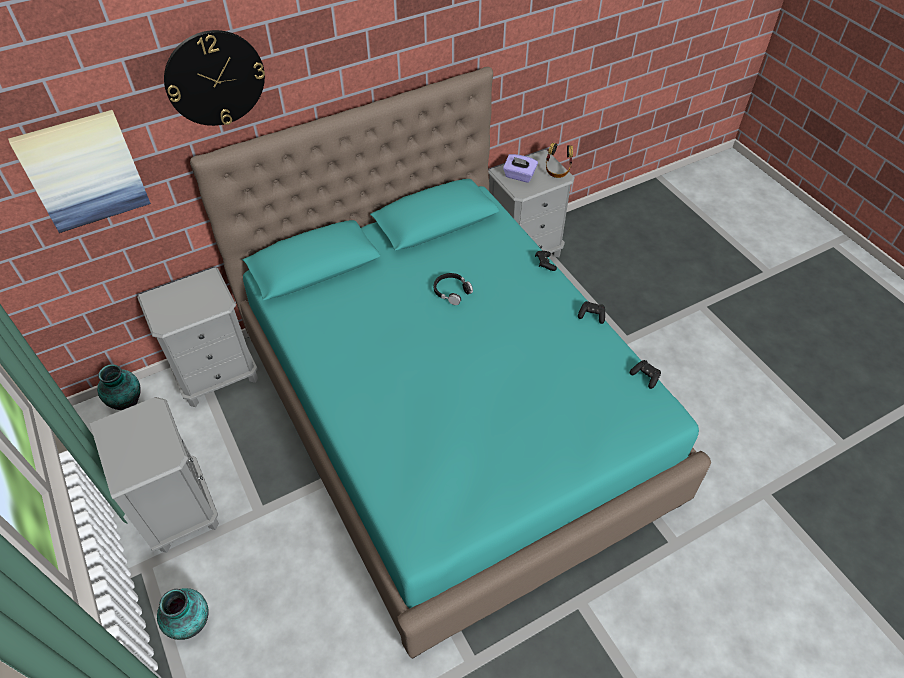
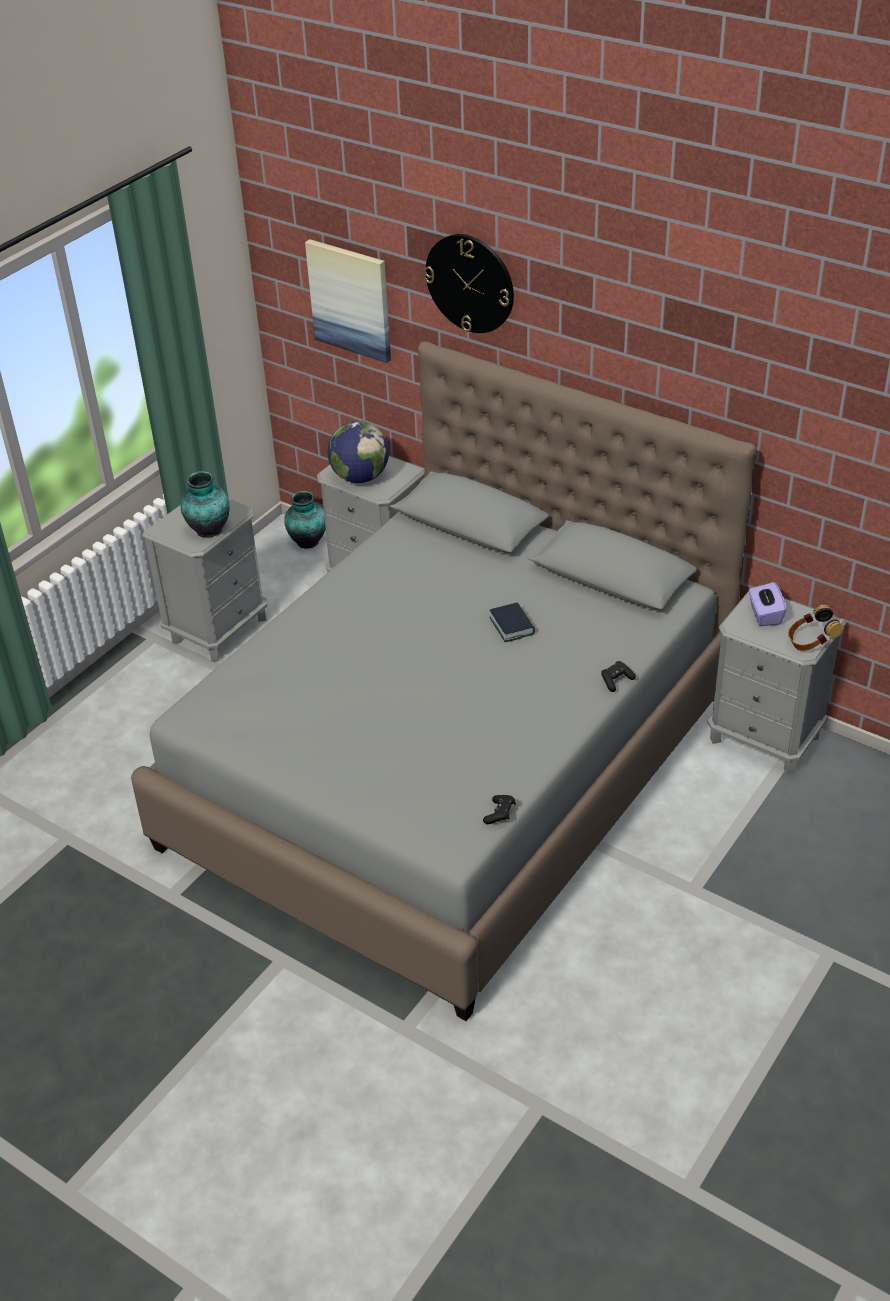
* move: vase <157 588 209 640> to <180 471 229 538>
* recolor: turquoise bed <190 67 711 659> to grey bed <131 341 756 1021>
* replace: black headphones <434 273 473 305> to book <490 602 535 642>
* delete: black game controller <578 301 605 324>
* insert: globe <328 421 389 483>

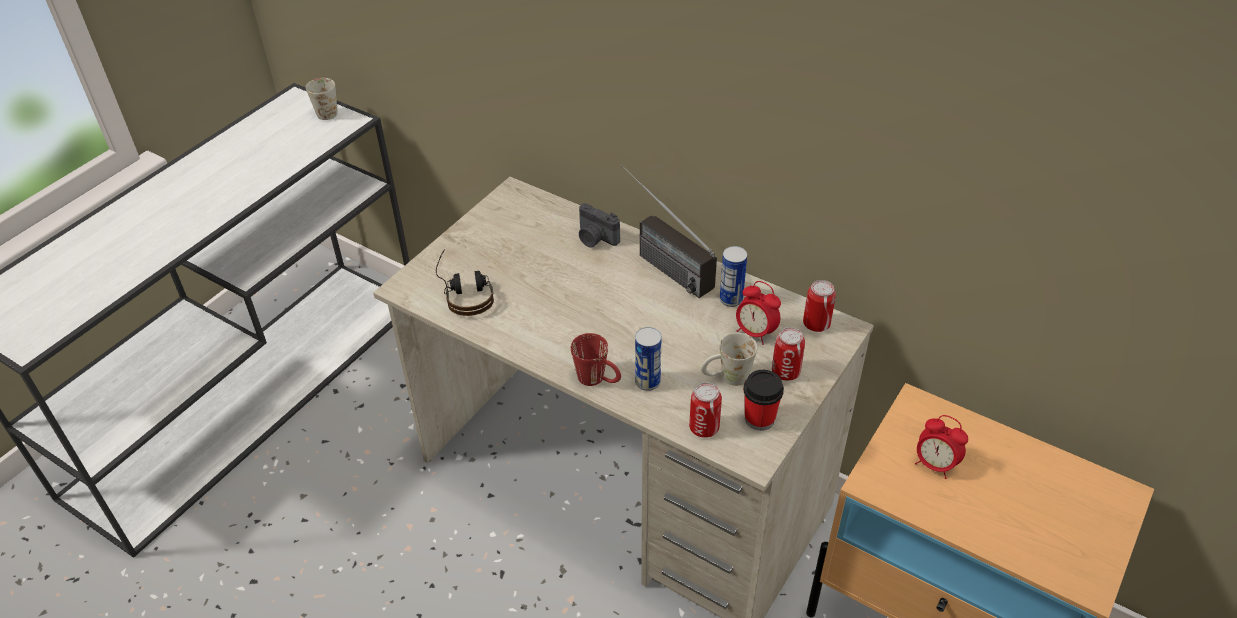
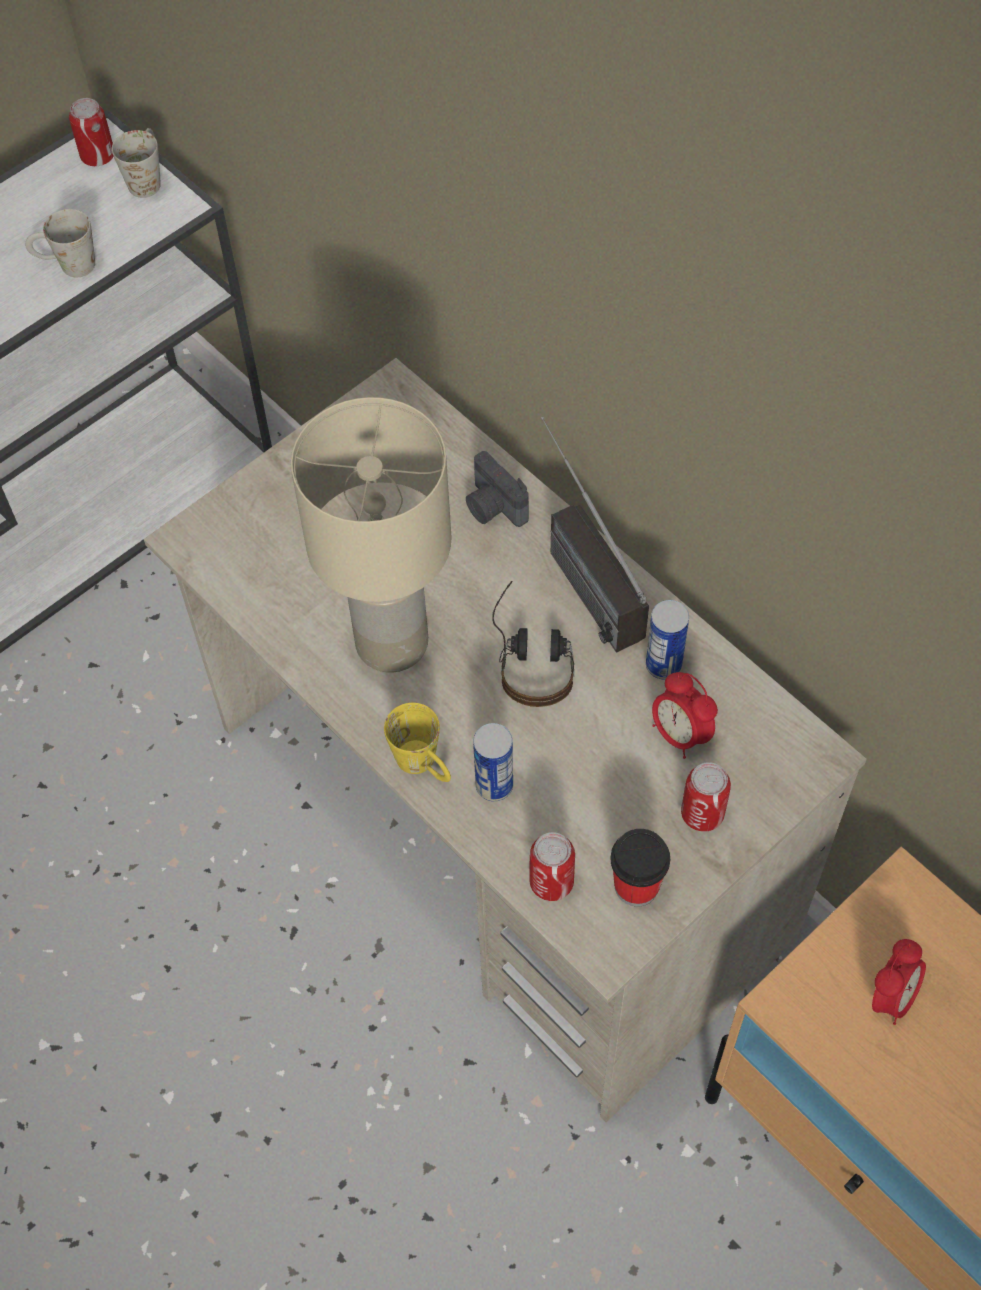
* move: headphones <436 249 494 316> to <492 581 574 707>
* recolor: red mug <571 333 621 386> to yellow mug <384 703 451 782>
* move: white mug <701 333 757 386> to <25 209 95 277>
* move: can <803 280 836 332> to <69 98 114 166>
* rotate: alarm clock <915 415 968 479> = <872 939 926 1025> 105 degrees counterclockwise
* insert: beige table lamp <291 397 451 673>

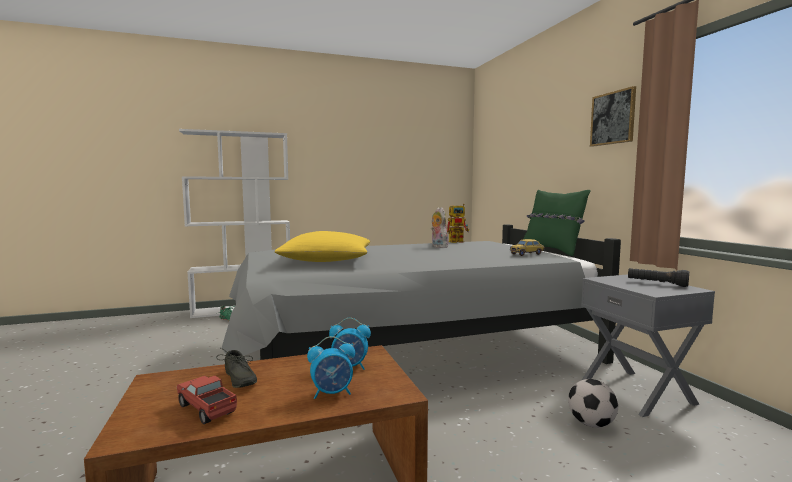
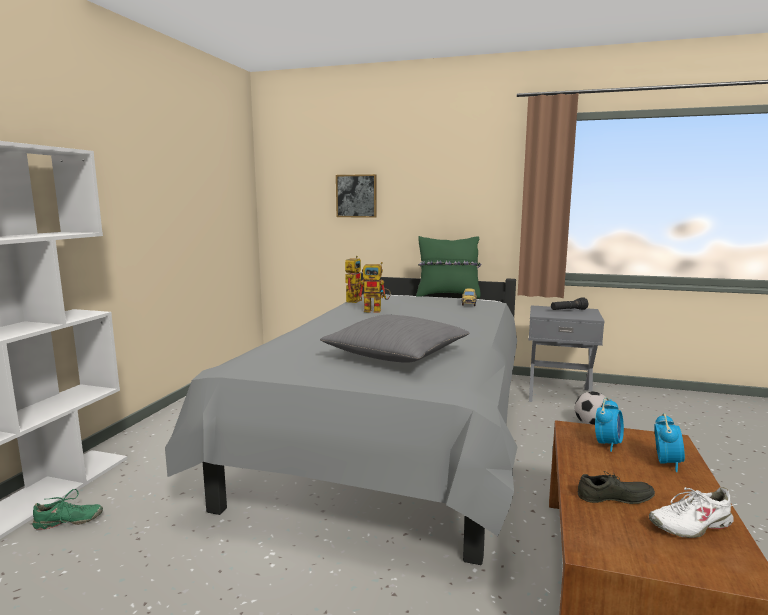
* replace: toy truck <177 376 237 424> to white shoe <649 487 737 538>
* recolor: yellow pillow <275 231 370 262> to grey pillow <320 315 470 363>
* replace: plush toy <431 207 448 248> to toy robot <358 262 391 313>
* move: picture <590 86 636 147> to <336 174 377 218>

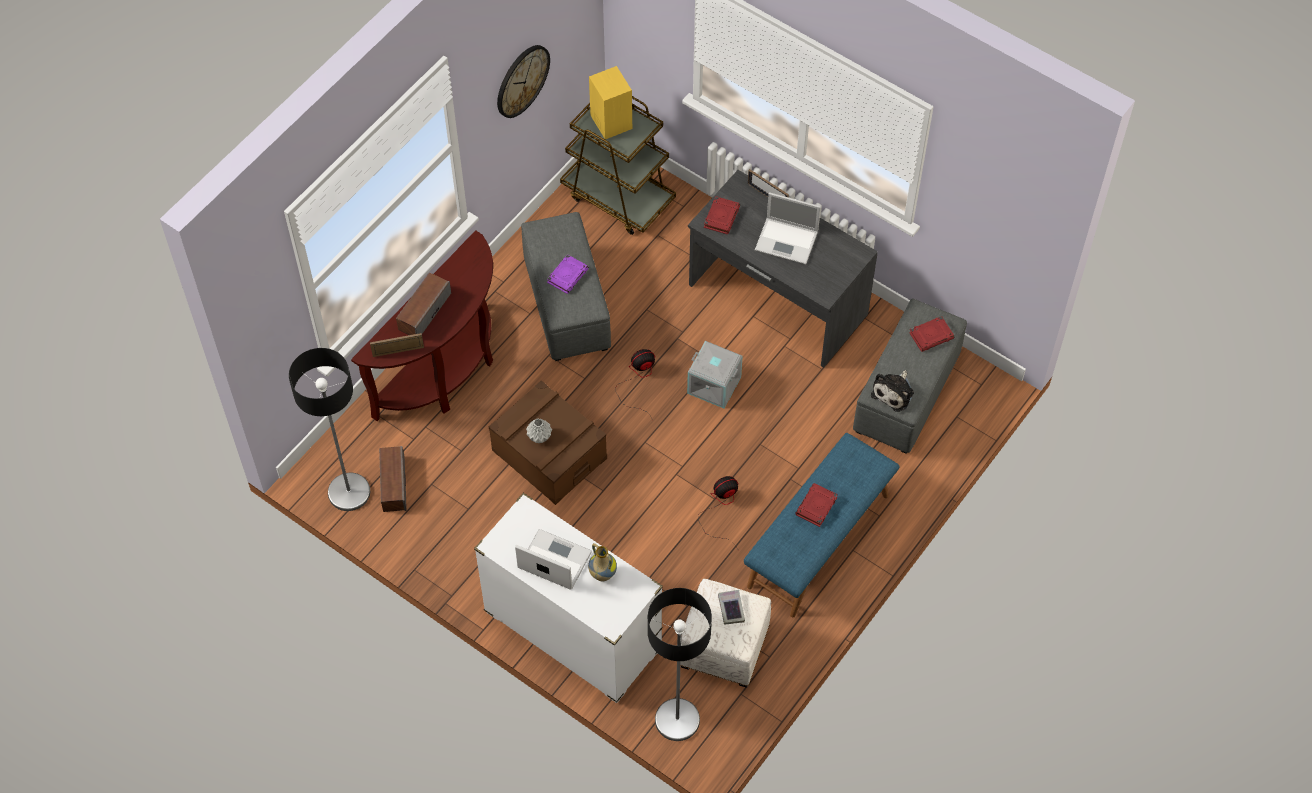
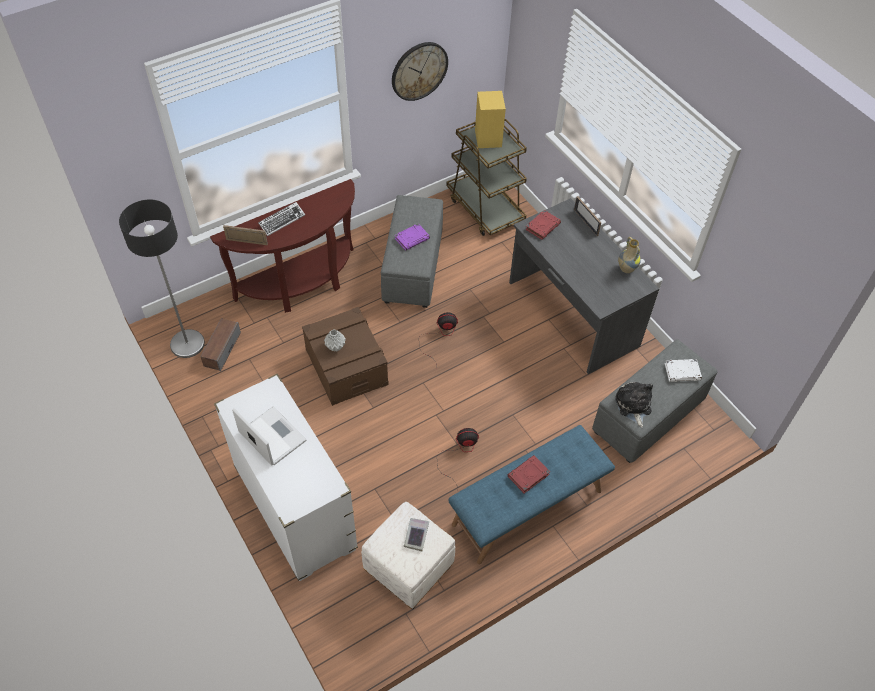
* replace: speaker <396 272 451 335> to keyboard <258 202 305 236>
* move: vase <588 543 617 581> to <618 237 641 273>
* delete: floor lamp <648 588 712 741>
* delete: grey storage box <687 341 743 408>
* delete: laptop <755 192 821 264>
* rotate: plush toy <871 370 914 412> = <615 382 653 428> 120 degrees clockwise
* recolor: red book <909 316 954 352> to white book <665 359 702 382>

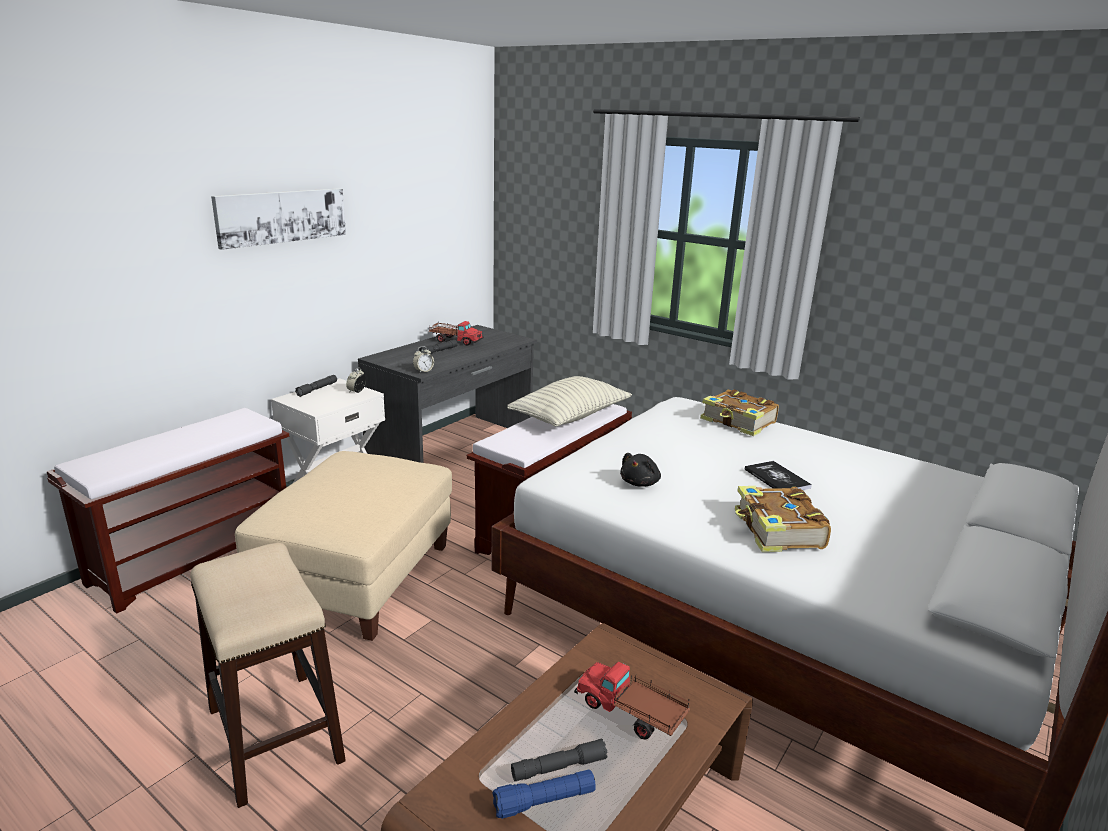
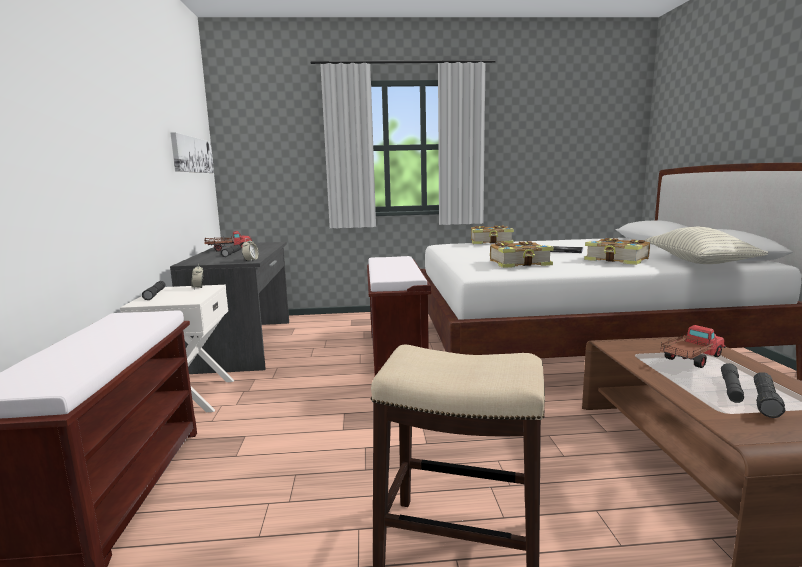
* move: picture <211 188 346 250> to <170 133 214 173>
* delete: beige ottoman <235 451 452 641>
* recolor: blue flashlight <492 770 596 819> to black flashlight <754 372 785 418>
* move: pillow <507 376 632 427> to <645 227 768 264>
* rotate: toy truck <574 662 690 739> = <660 325 726 368> 150 degrees clockwise
* replace: black plush toy <620 453 661 487> to book <490 241 554 268>

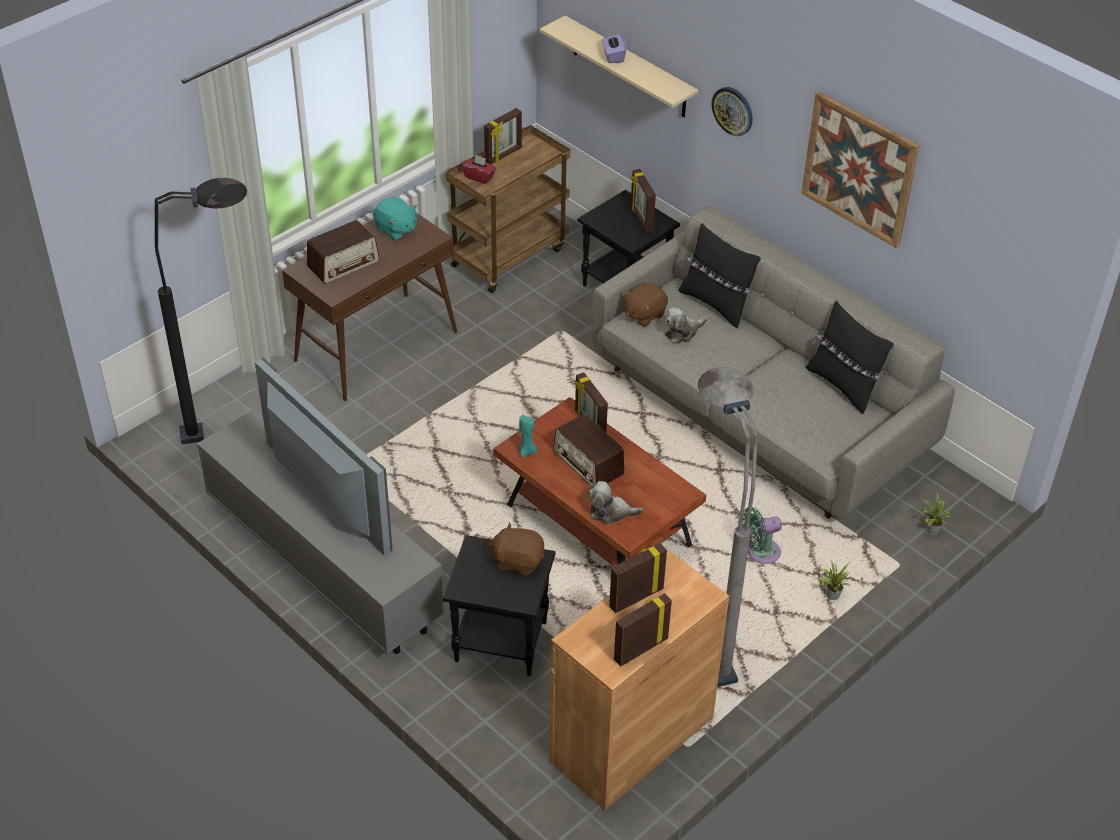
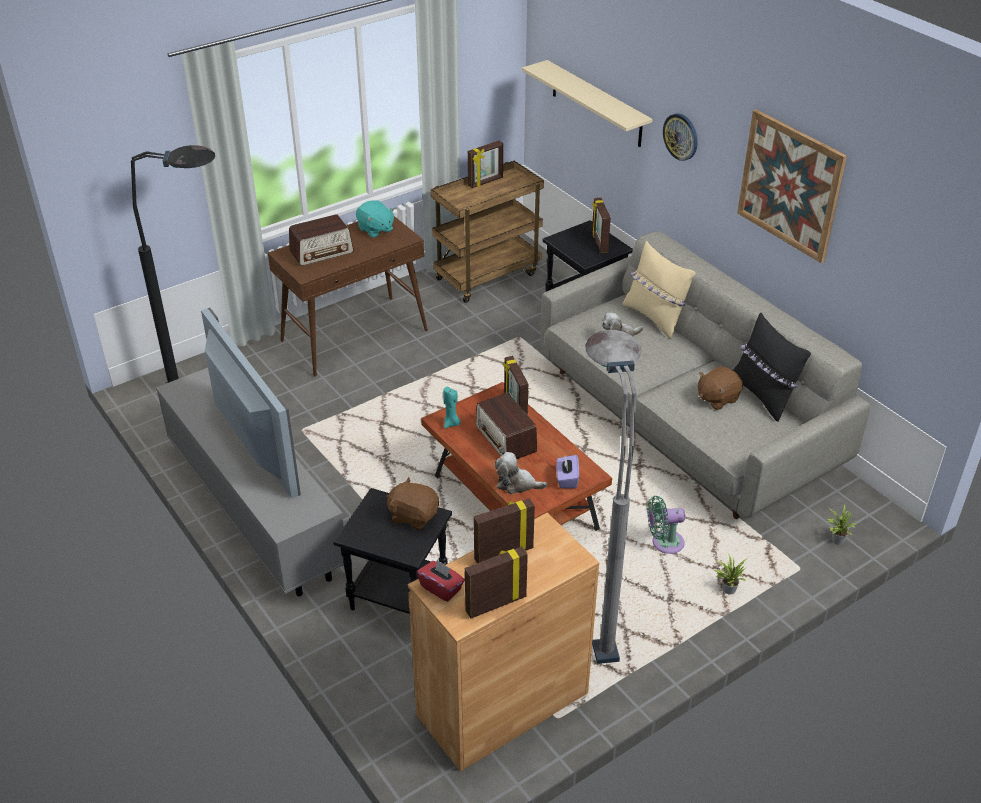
* move: red tissue box <462 154 496 184> to <417 560 465 602>
* move: purple tissue box <602 33 626 63> to <556 455 579 488>
* move: brown plush toy <624 282 668 327> to <698 366 743 410>
* recolor: black pillow <678 223 761 328> to beige pillow <622 241 696 339>

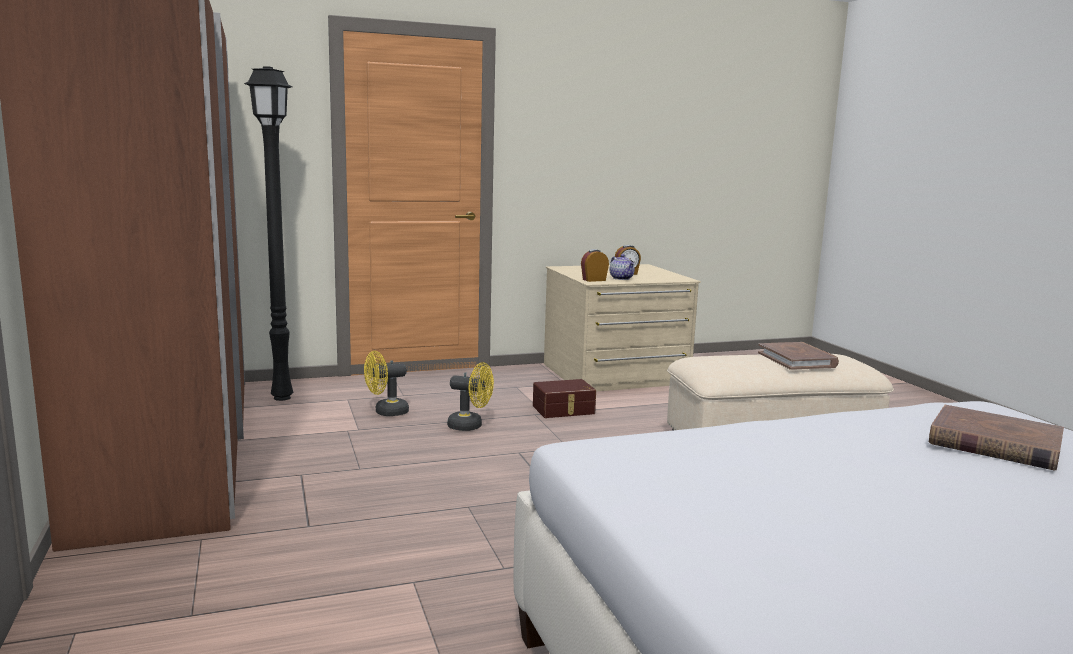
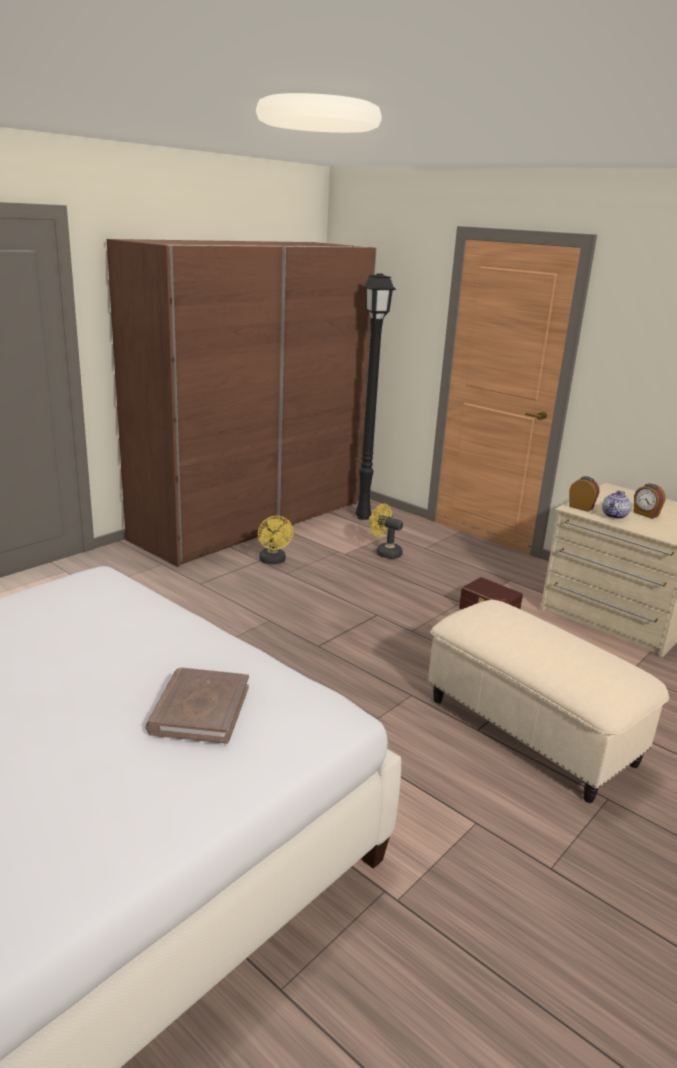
* move: yellow fan <447 362 494 431> to <258 516 294 564>
* delete: brown book <758 342 839 370>

